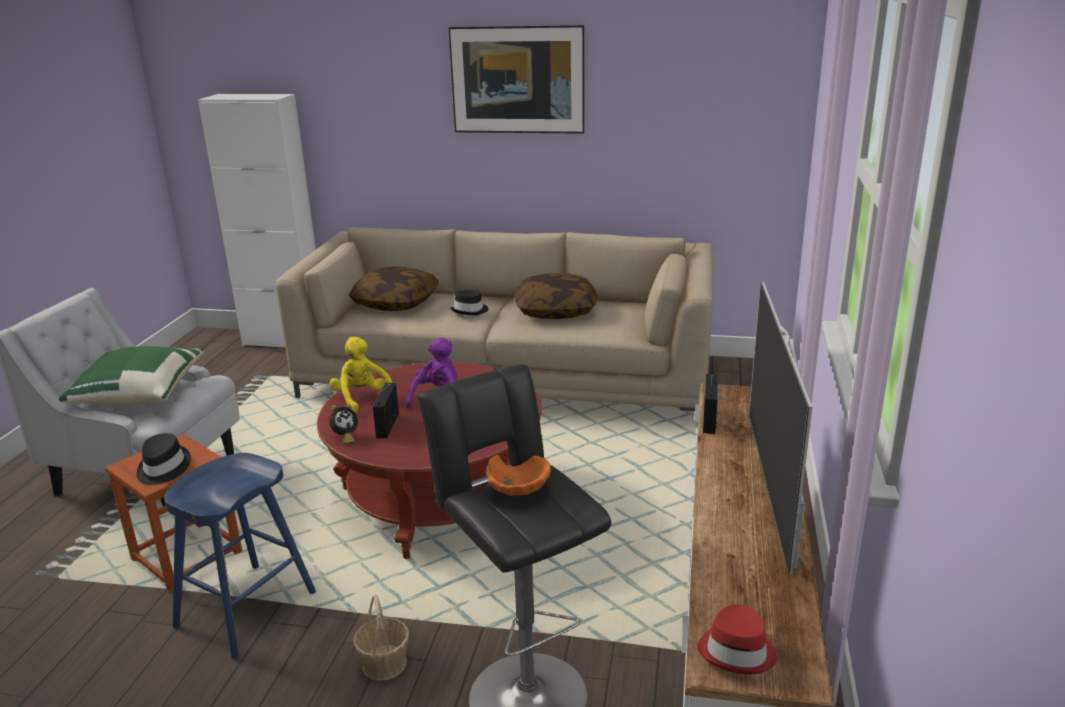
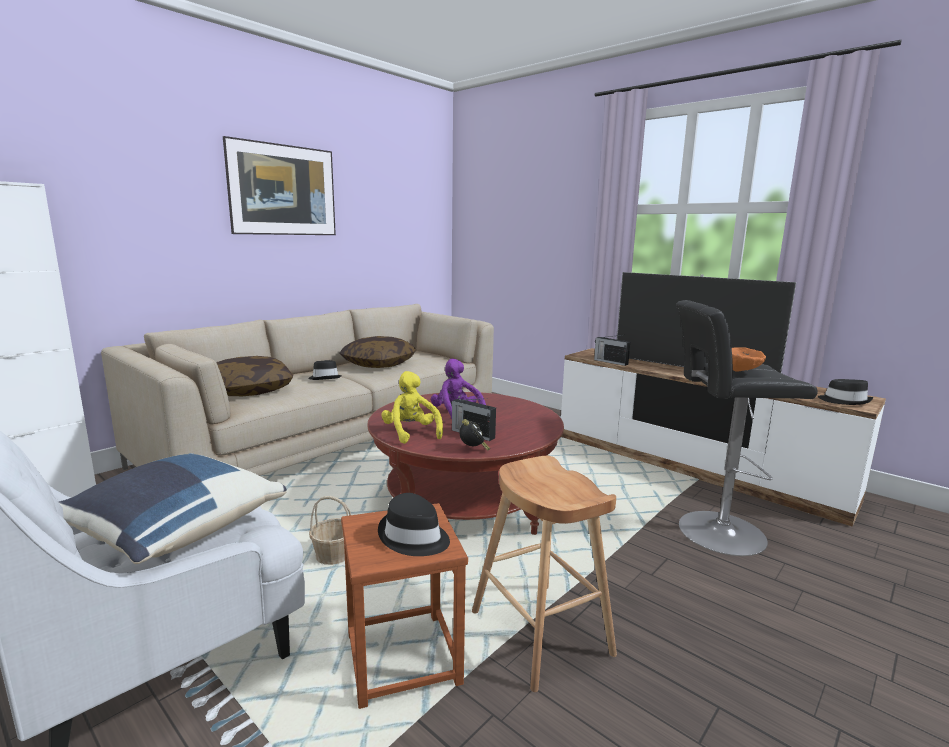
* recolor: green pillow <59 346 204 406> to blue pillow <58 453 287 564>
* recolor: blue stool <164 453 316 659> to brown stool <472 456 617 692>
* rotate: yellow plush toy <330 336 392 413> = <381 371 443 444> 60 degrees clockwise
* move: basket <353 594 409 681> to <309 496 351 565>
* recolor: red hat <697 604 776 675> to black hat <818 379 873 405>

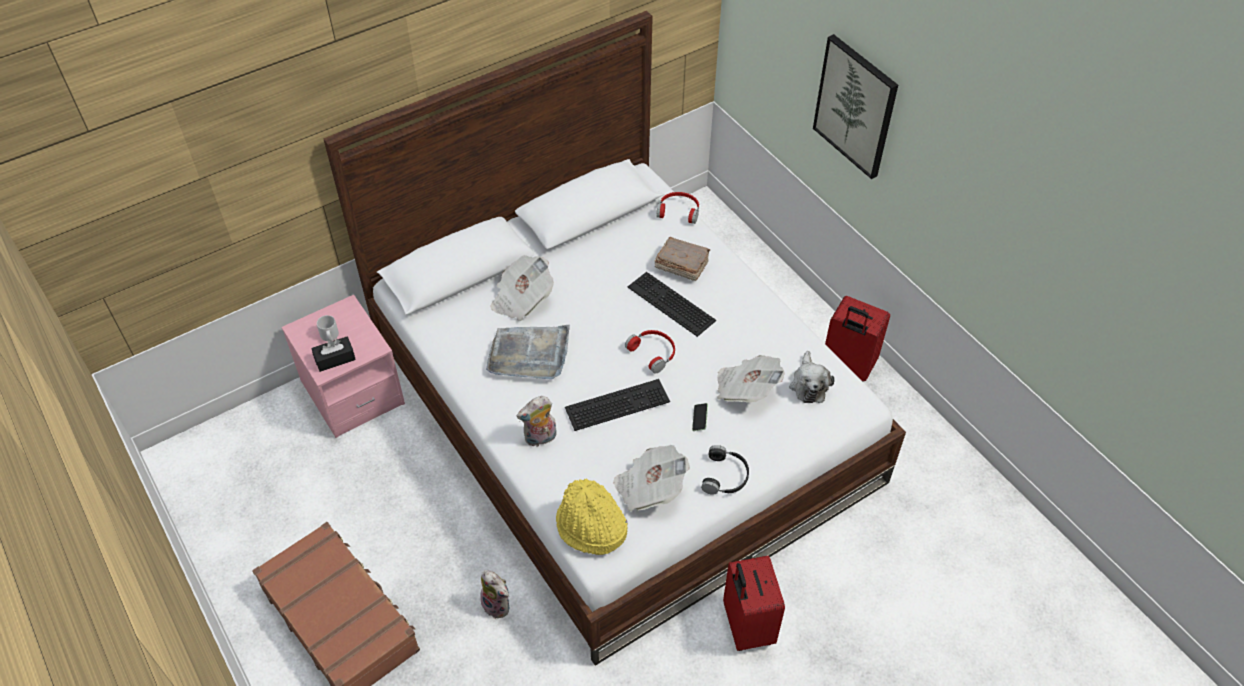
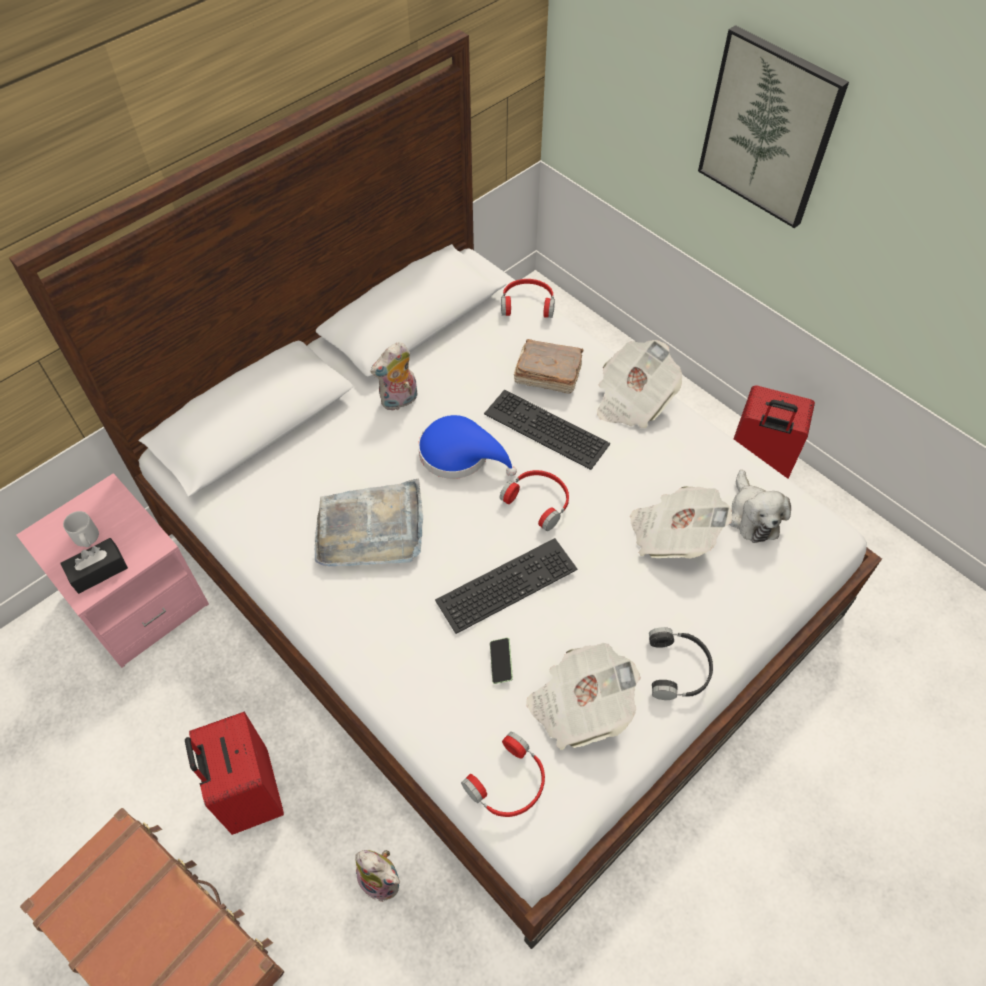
* move: newspaper <490 255 554 321> to <597 340 682 428>
* move: plush toy <517 396 556 447> to <370 342 417 410>
* replace: yellow hat <556 479 628 555> to red headphones <461 732 545 817>
* move: phone <692 403 708 431> to <490 638 513 684>
* move: red suitcase <723 555 785 651> to <185 712 284 835>
* insert: blue hat <418 415 517 479>

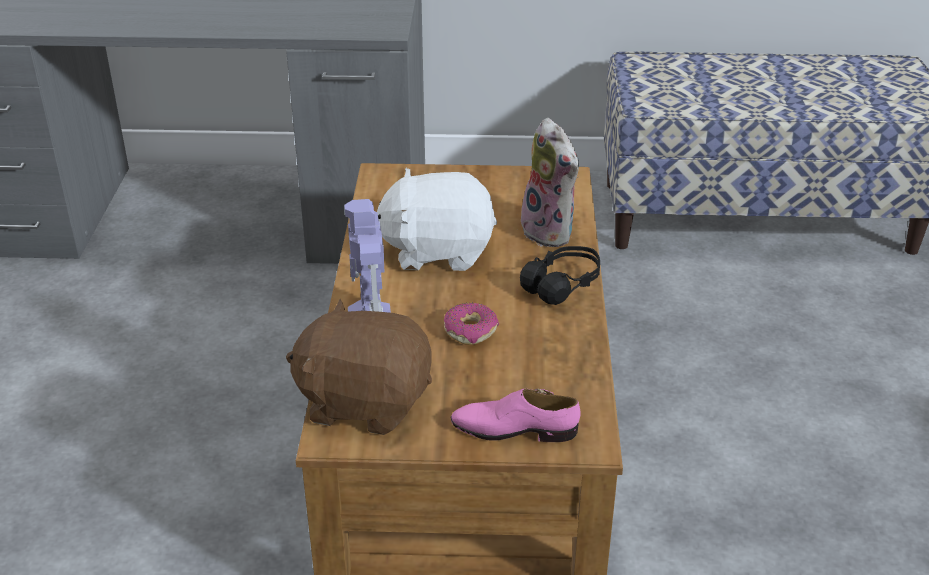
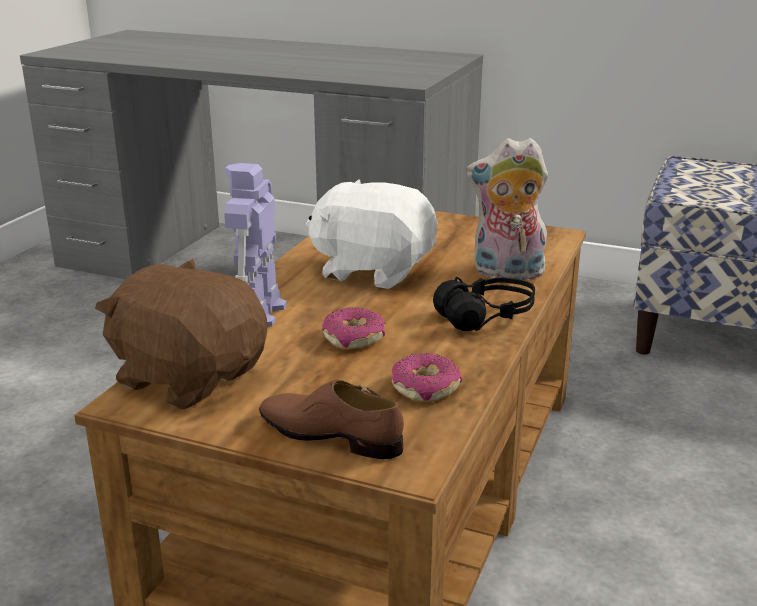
* recolor: pink shoe <451 388 581 442> to brown shoe <259 379 404 459>
* rotate: plush toy <521 118 579 247> = <466 138 548 280> 105 degrees clockwise
* insert: donut <392 353 462 403>

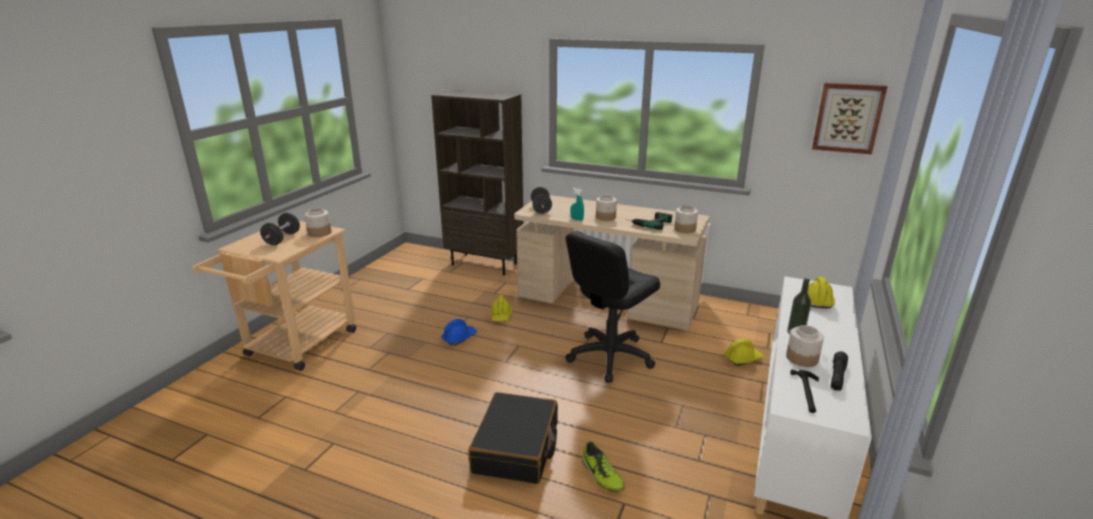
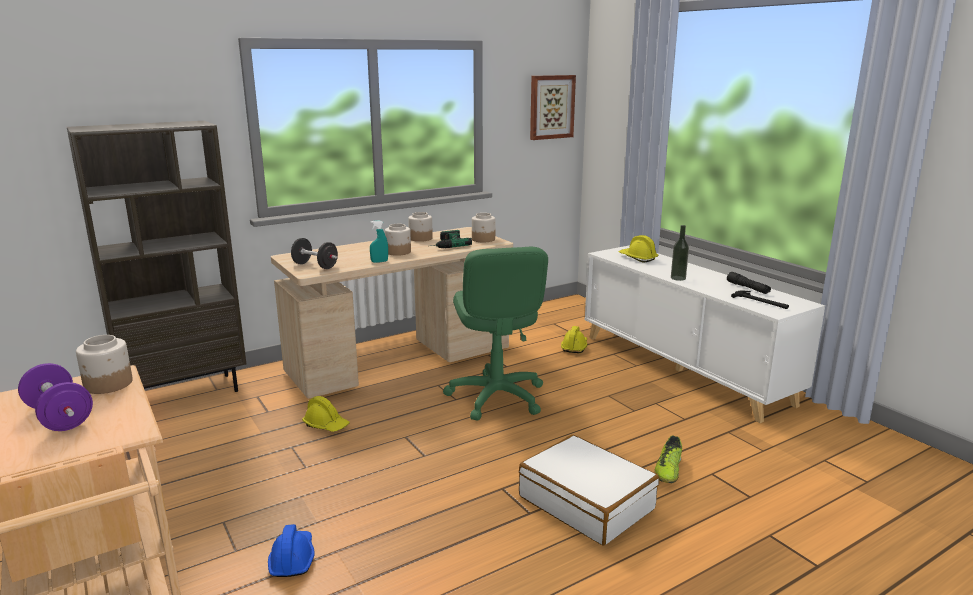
* recolor: black dumbbell <260 213 300 245> to purple dumbbell <18 363 93 431>
* move: blue hard hat <441 319 477 346> to <268 524 315 577>
* recolor: black suitcase <469 392 558 484> to white suitcase <519 435 659 545>
* recolor: black office chair <566 231 660 383> to green office chair <443 247 548 420>
* rotate: shoe <582 441 625 492> = <654 435 682 483> 105 degrees clockwise
* move: jar <786 325 824 367> to <408 212 433 242>

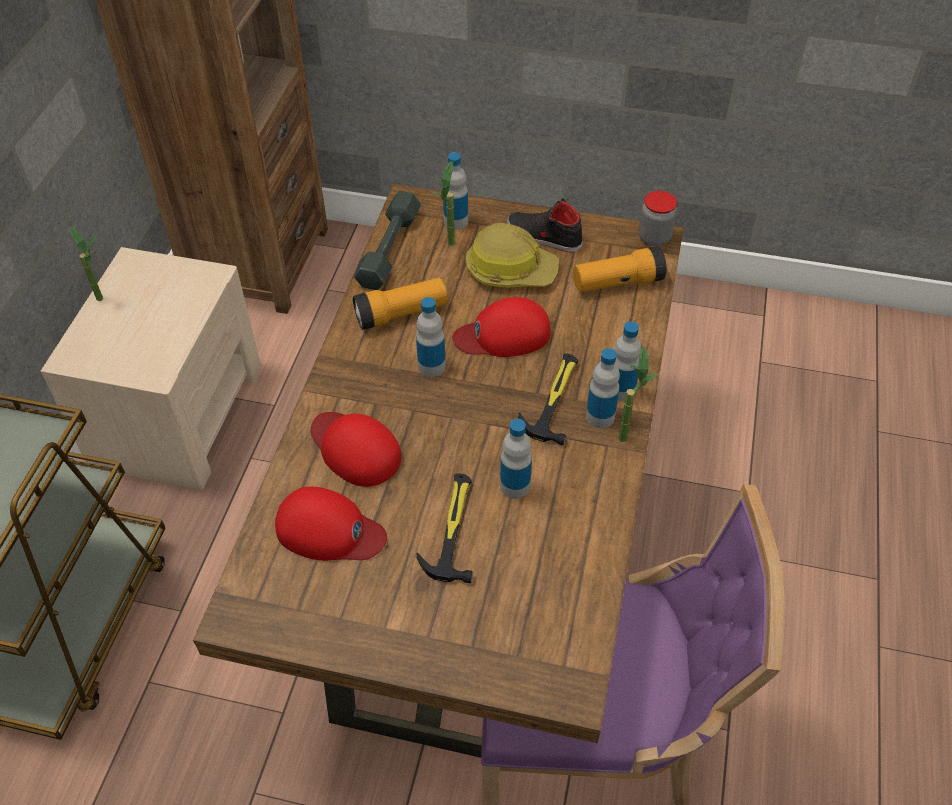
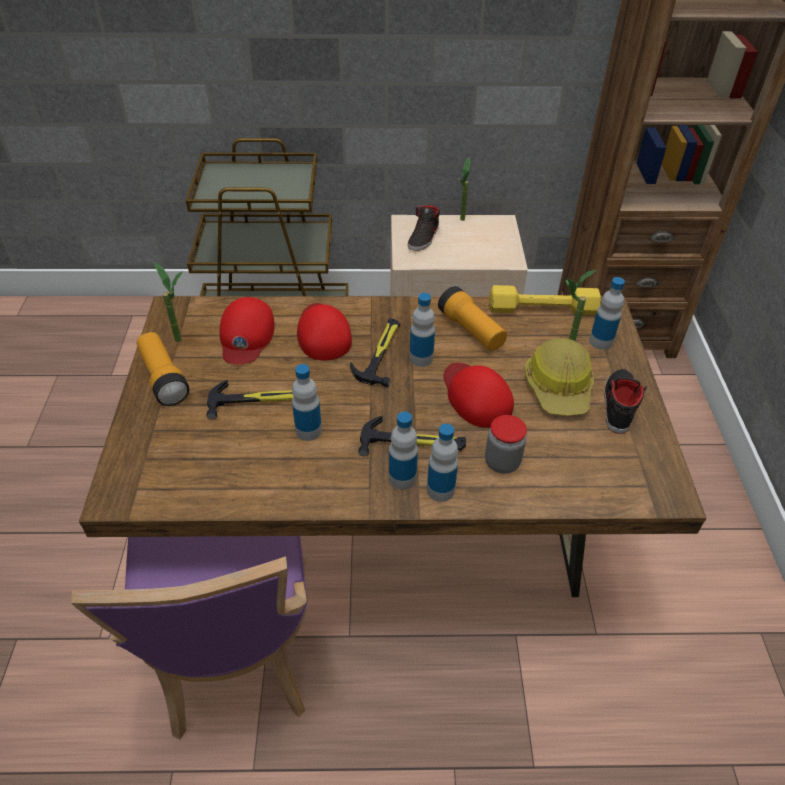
* rotate: red cap <311 412 401 487> = <297 303 352 360> 45 degrees counterclockwise
* recolor: grey dumbbell <354 191 421 290> to yellow dumbbell <489 285 601 315>
* move: flashlight <573 246 667 292> to <136 332 189 406>
* move: potted plant <619 346 658 442> to <154 262 183 342>
* move: jar <639 191 677 247> to <485 415 527 474>
* insert: hammer <350 319 400 387>
* insert: black shoe <408 205 440 251>

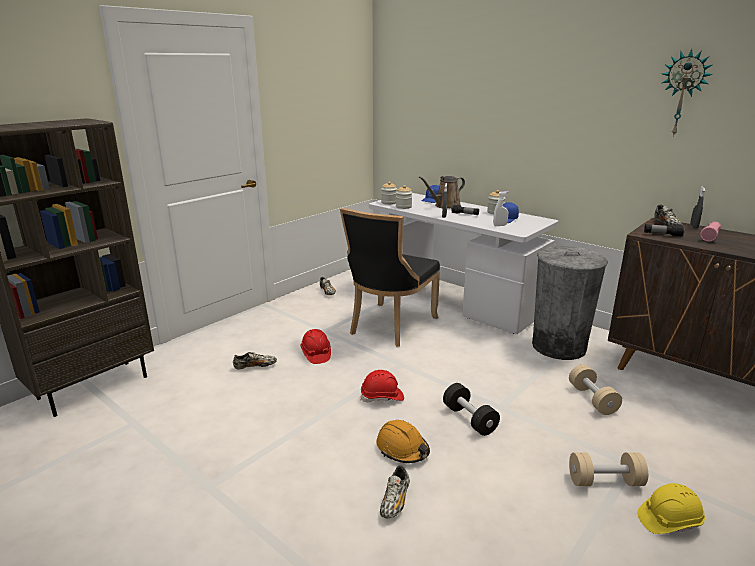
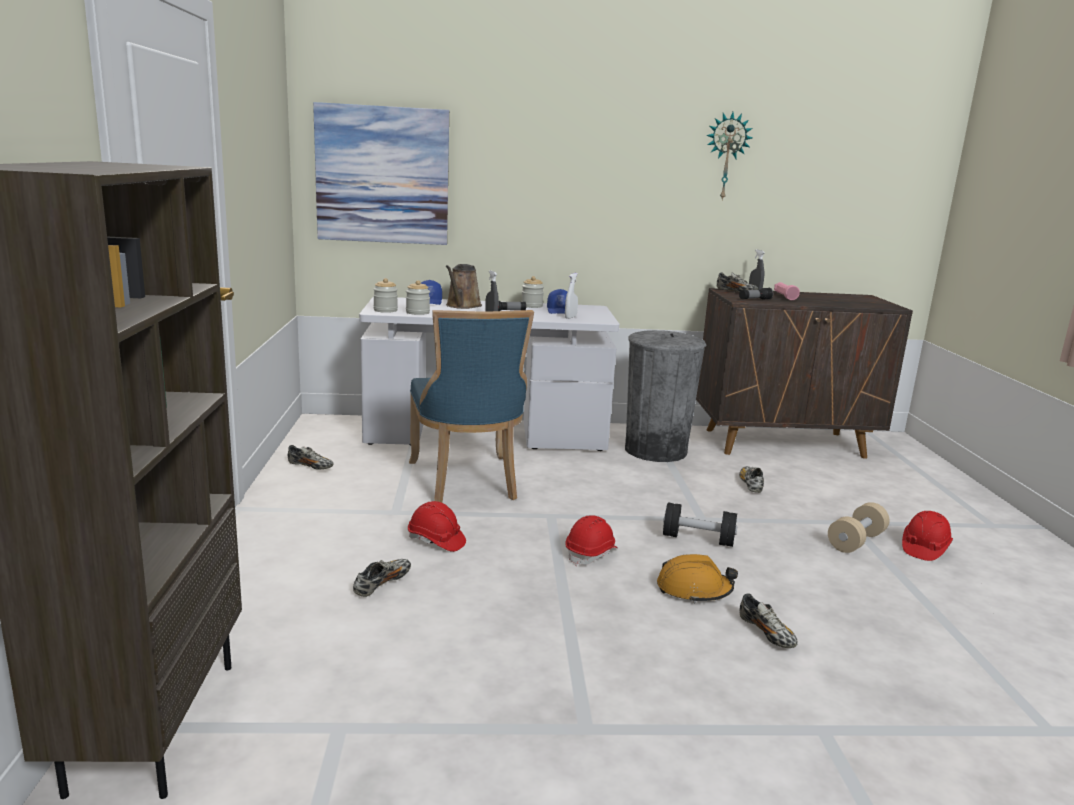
* recolor: black chair <340 208 440 347> to blue chair <409 310 534 503>
* replace: beige dumbbell <569 364 622 415> to shoe <739 466 764 493>
* recolor: yellow hard hat <637 483 705 534> to red hard hat <902 511 953 561>
* insert: picture <313 102 449 245>

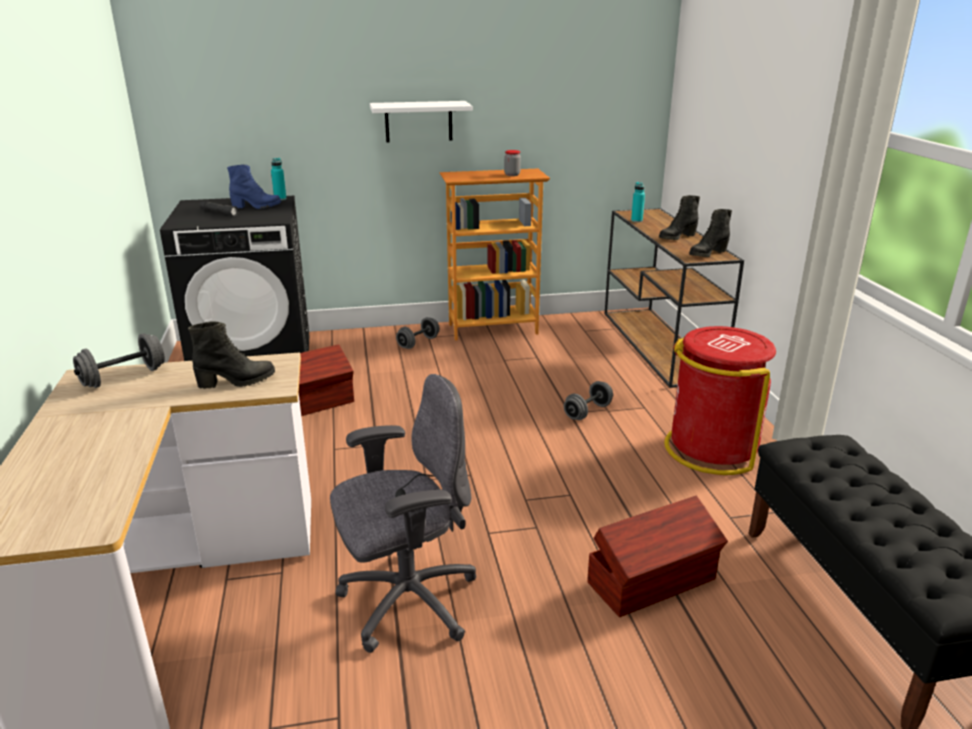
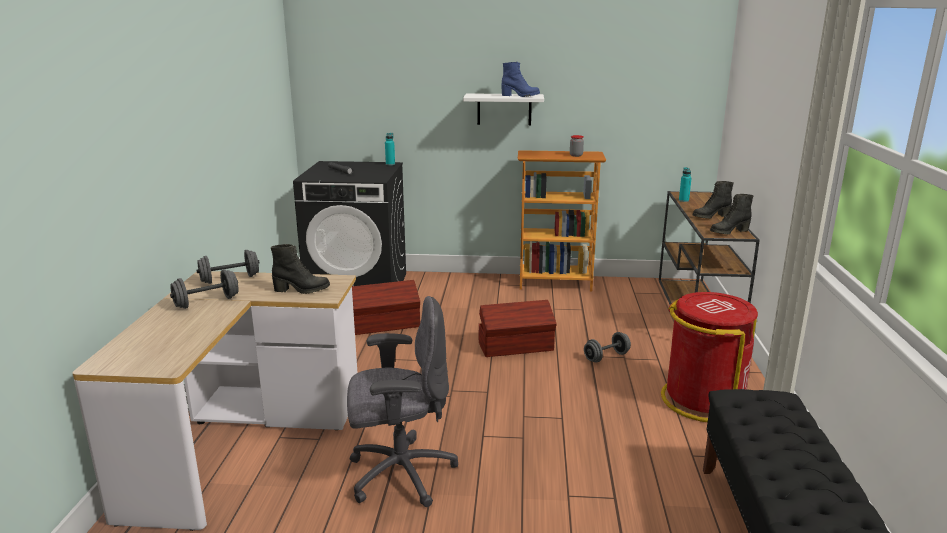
* move: blue boot <227 165 281 209> to <501 62 540 97>
* move: grey dumbbell <396 317 440 349> to <170 269 238 309>
* move: brown storage box <587 496 728 617> to <479 300 557 357>

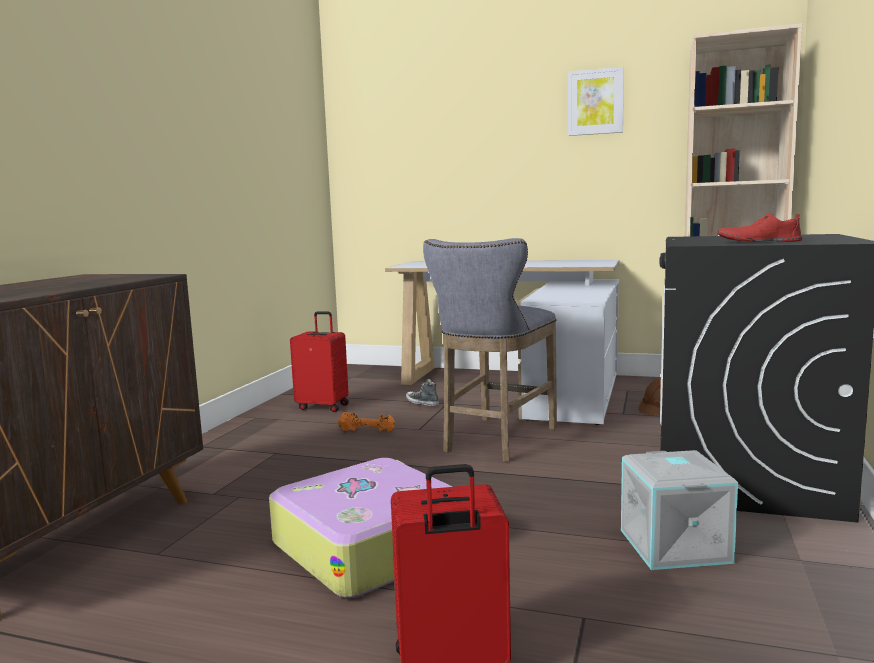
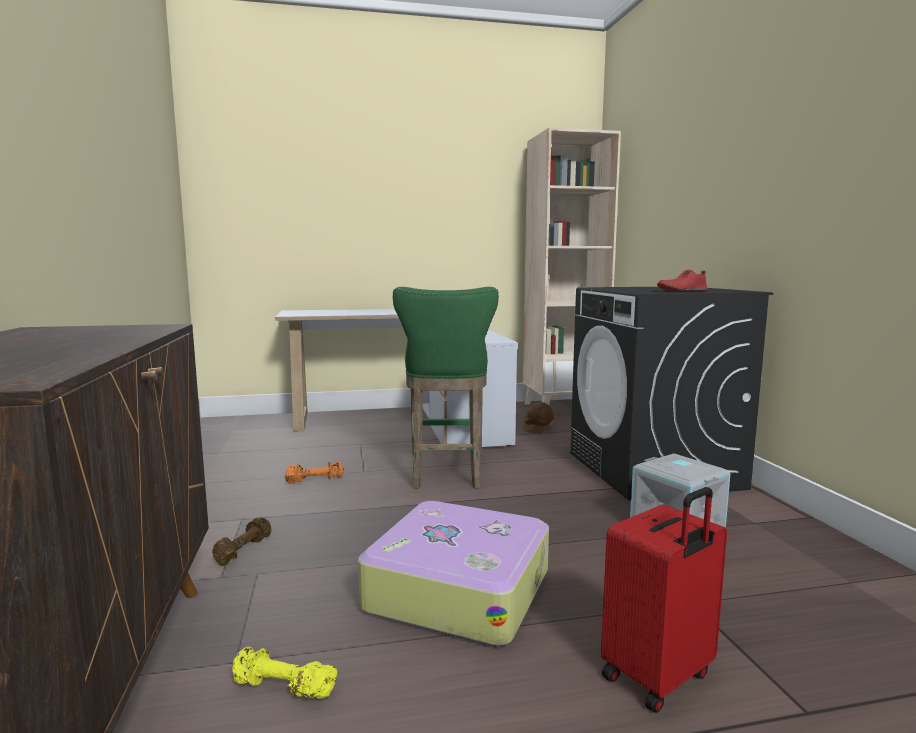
* delete: red suitcase <290 311 349 412>
* delete: shoe <406 379 439 406>
* recolor: grey stool <423 238 557 462> to green stool <392 287 499 489>
* delete: picture <568 67 624 136>
* insert: brown dumbbell <212 517 271 566>
* insert: yellow dumbbell <232 647 337 699>

